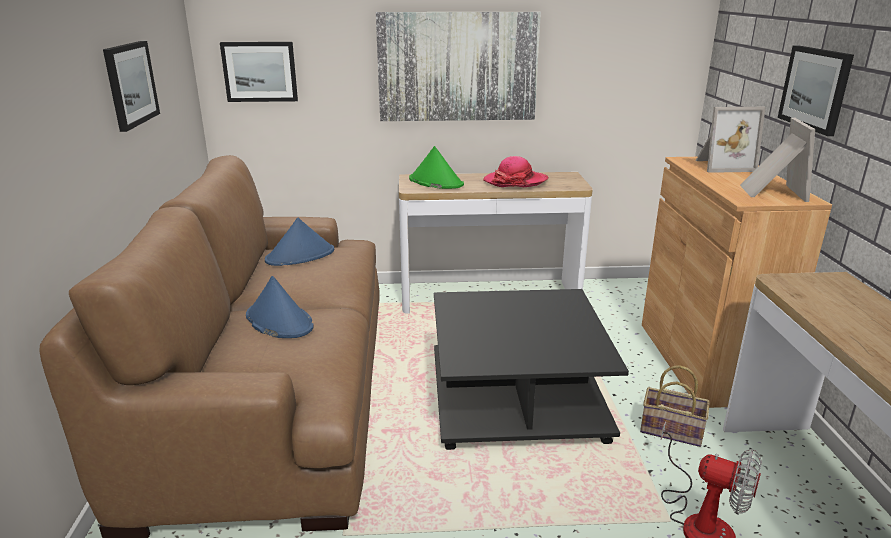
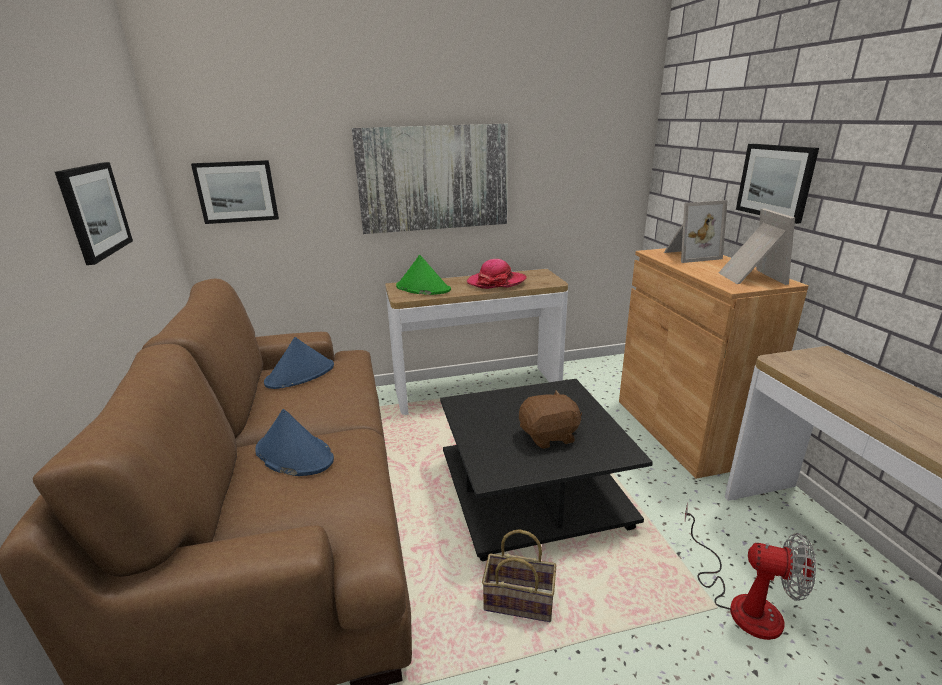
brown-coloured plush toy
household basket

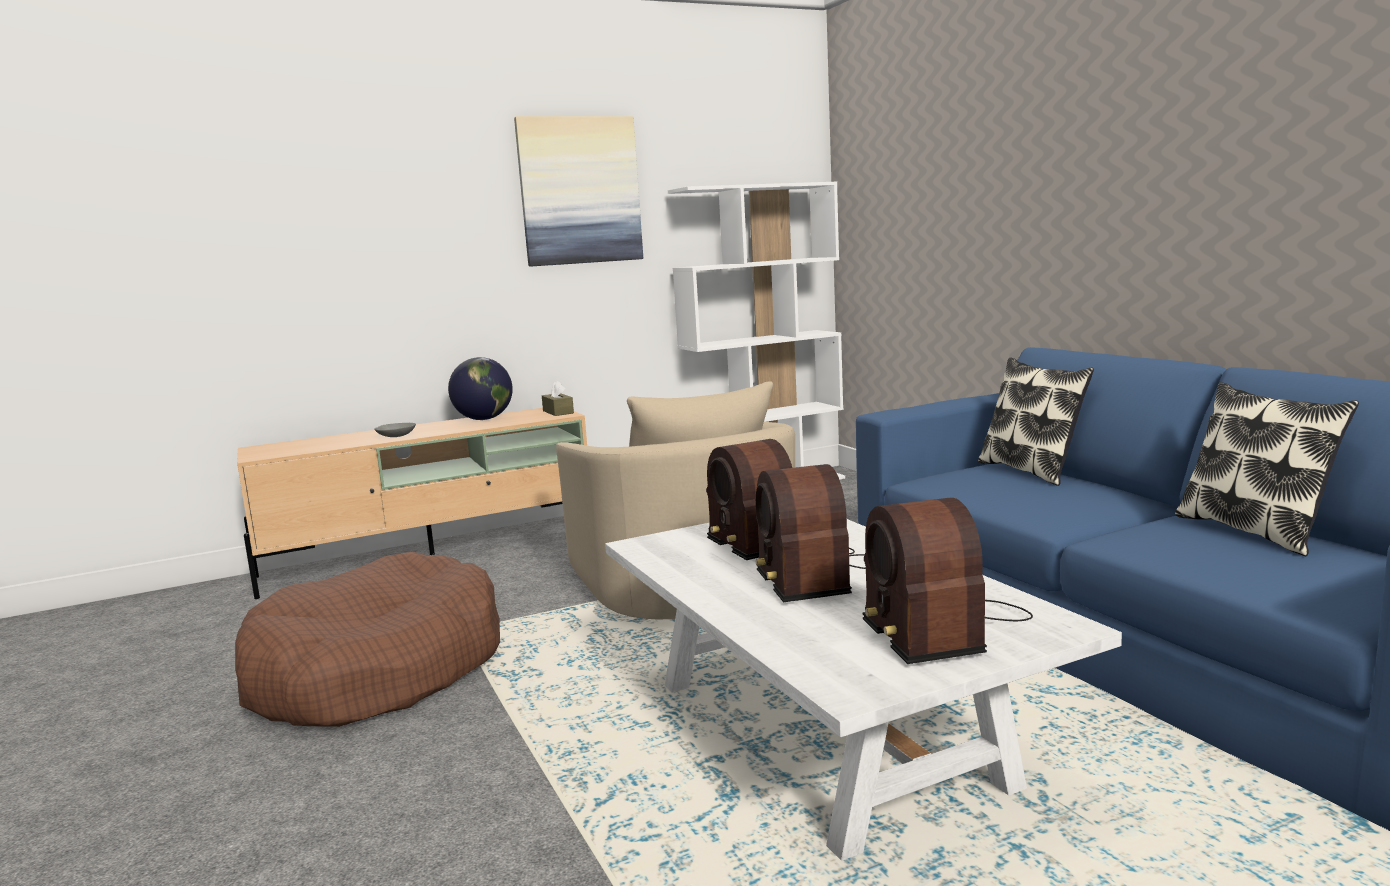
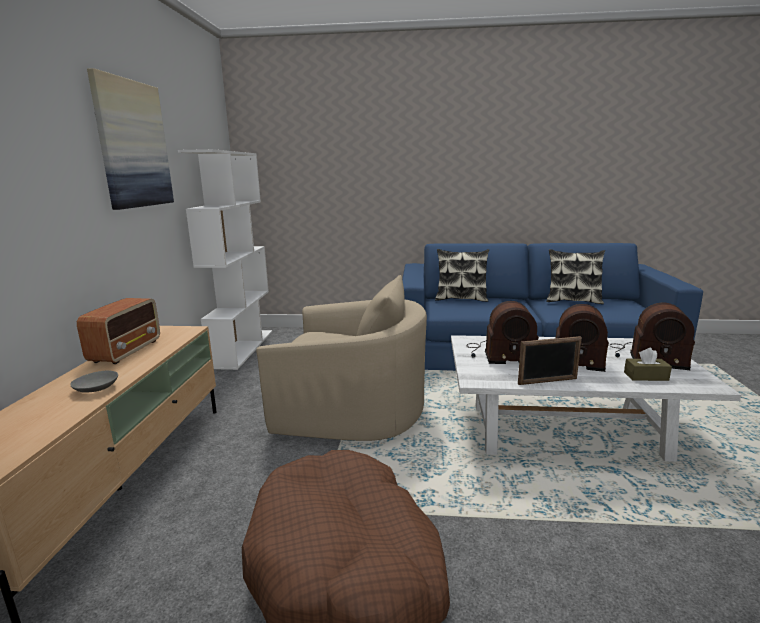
picture frame
brown-coloured tissue holder
radio set (1st from left)

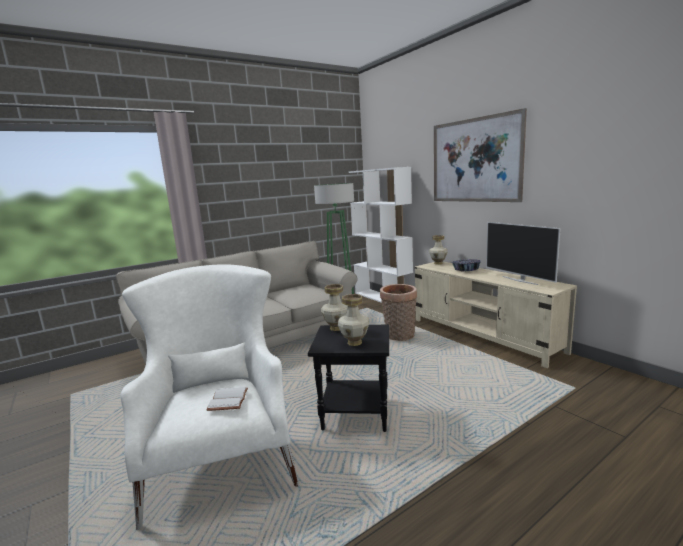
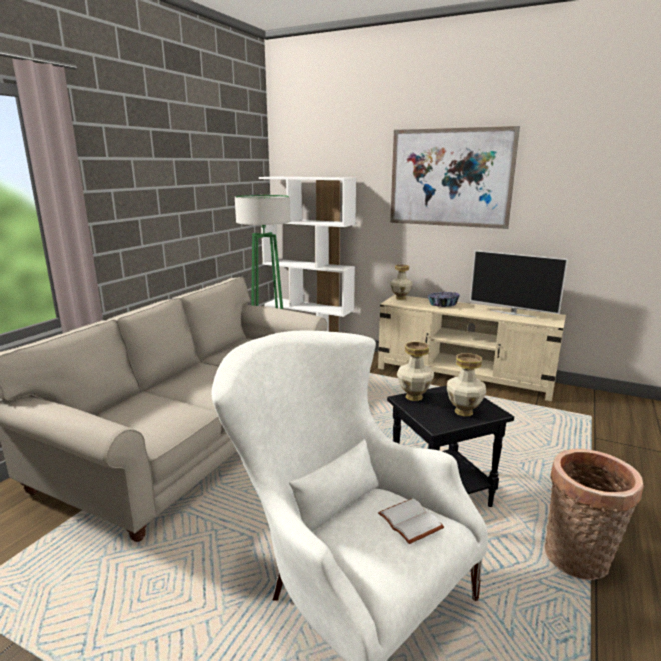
household basket

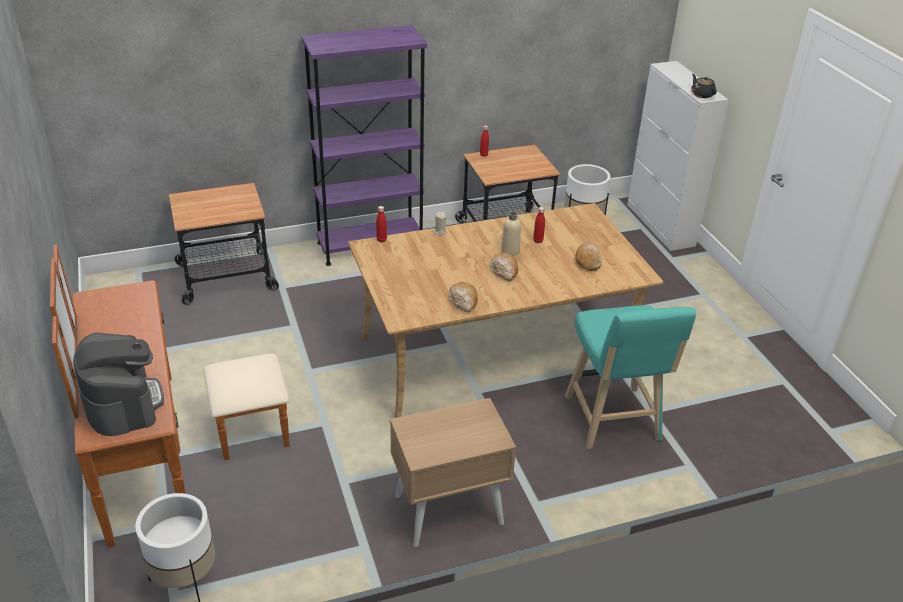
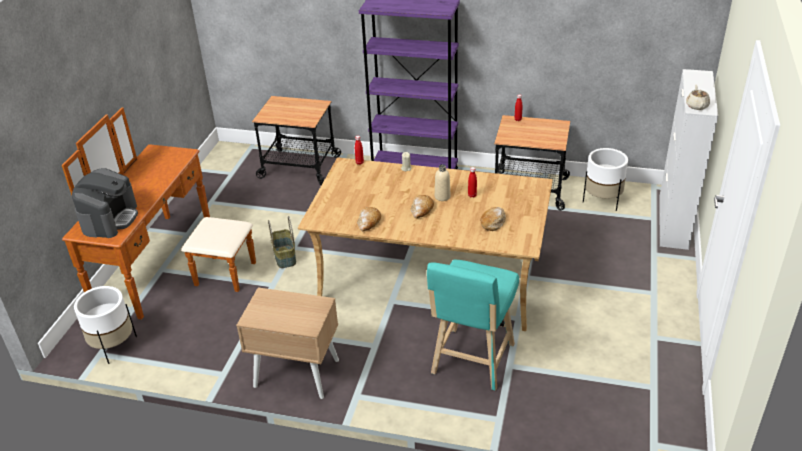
household basket
sand-coloured pot for tea

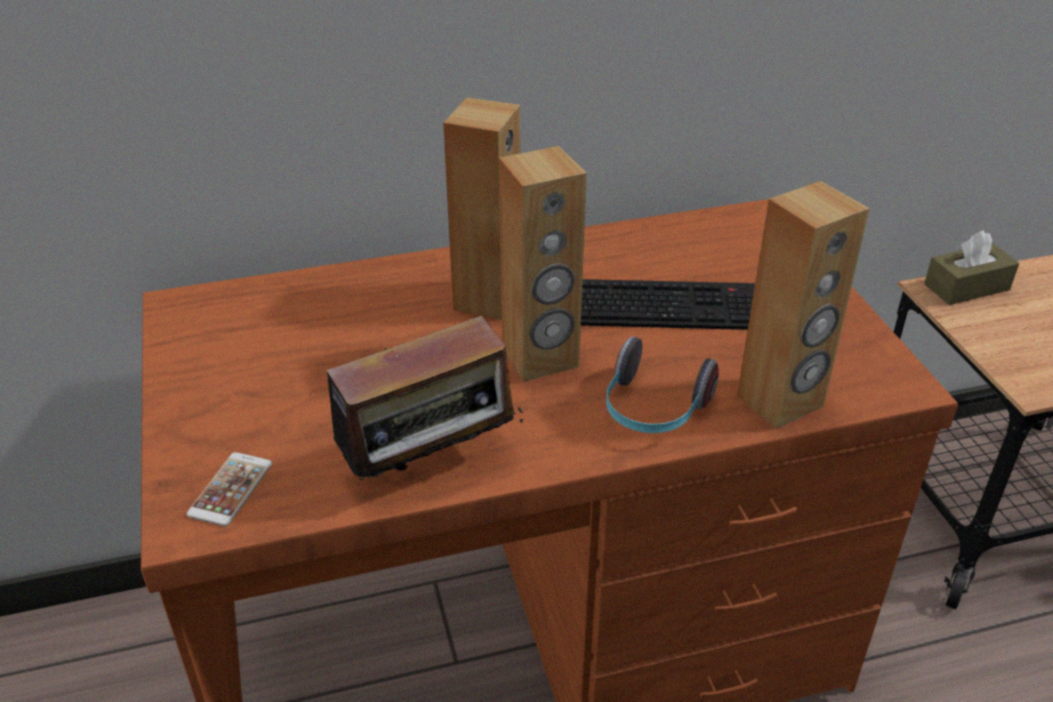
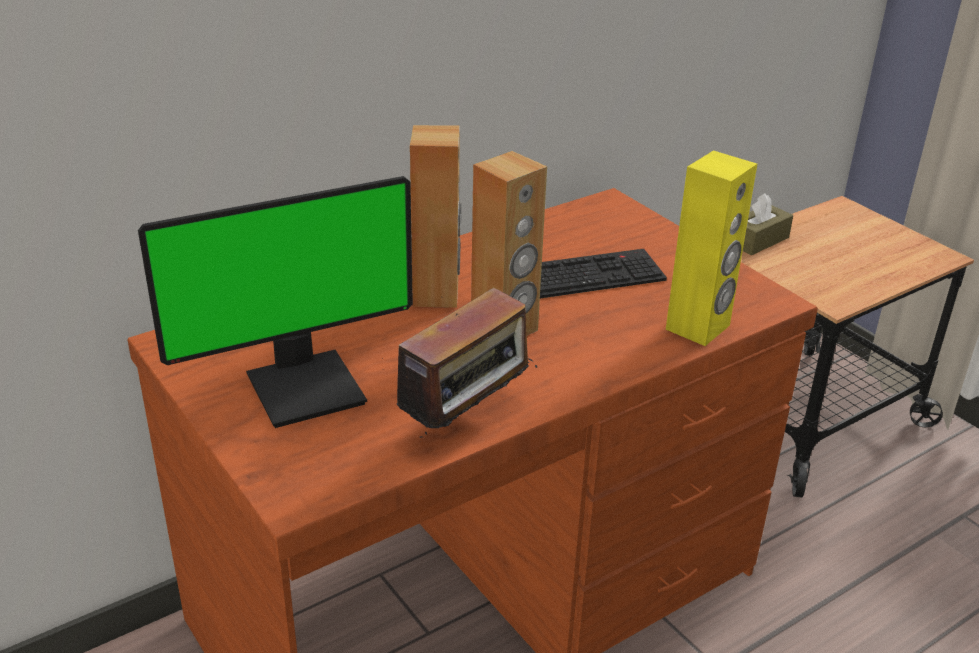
handset
headset
computer display
yellowish speaker

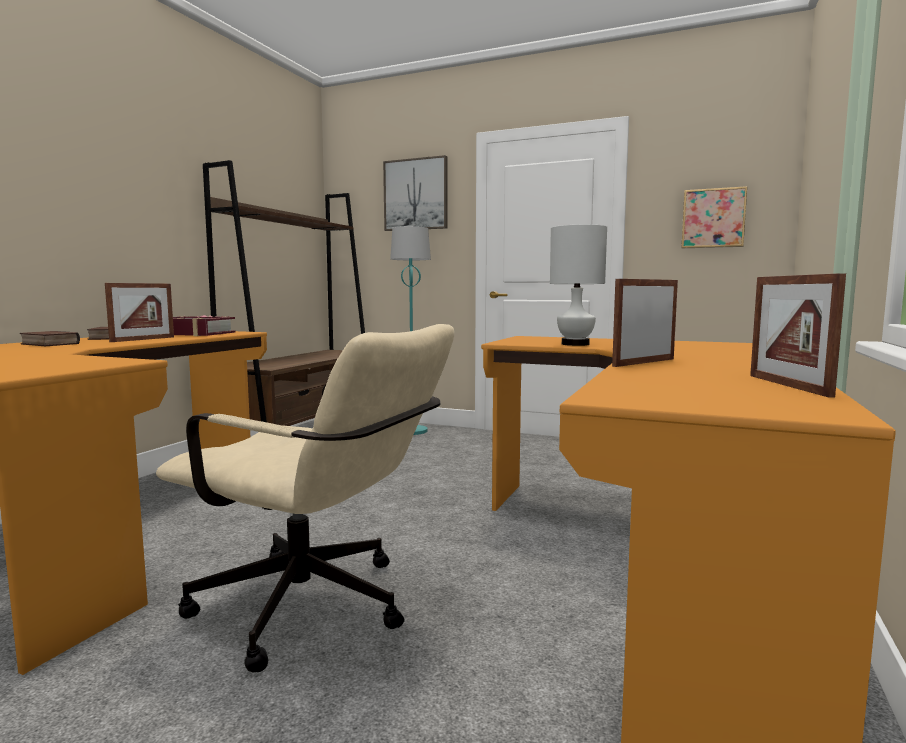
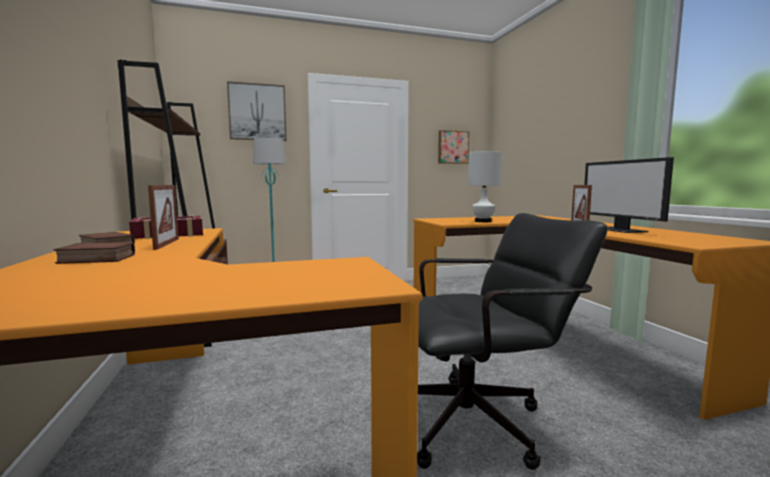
picture frame (3rd from left in the first image)
computer display
black-coloured office chair

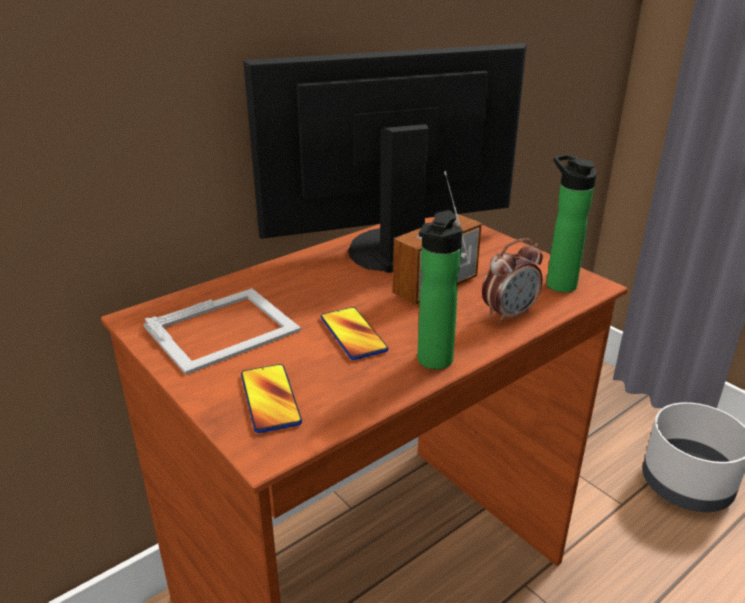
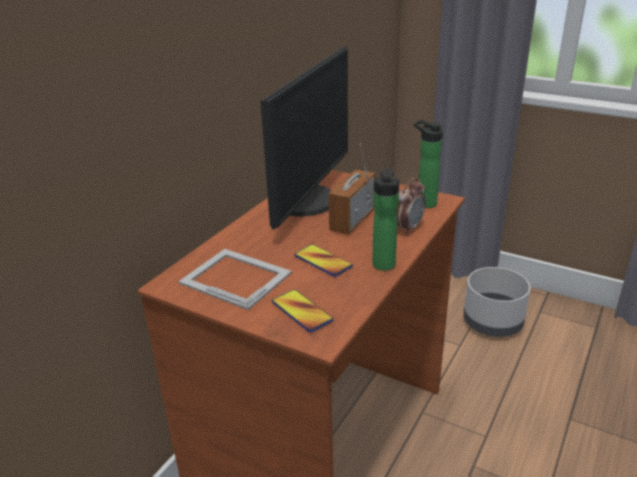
picture frame
computer display

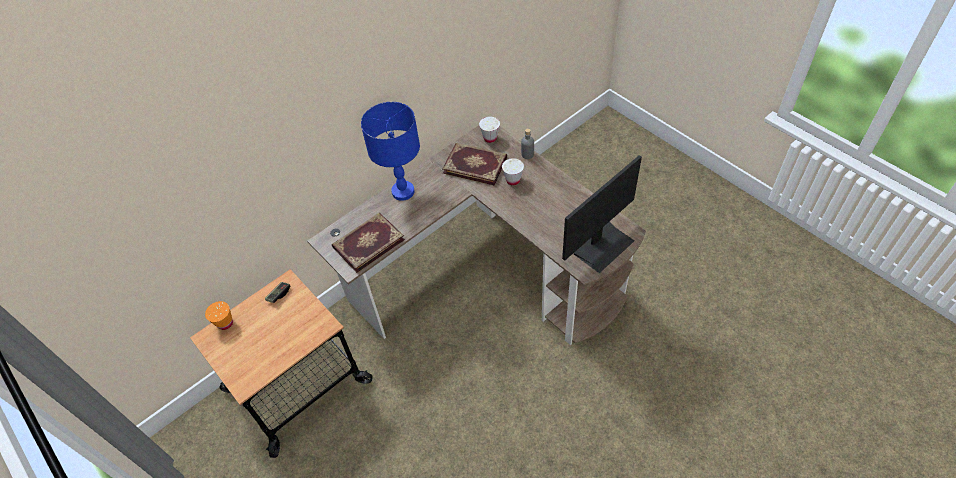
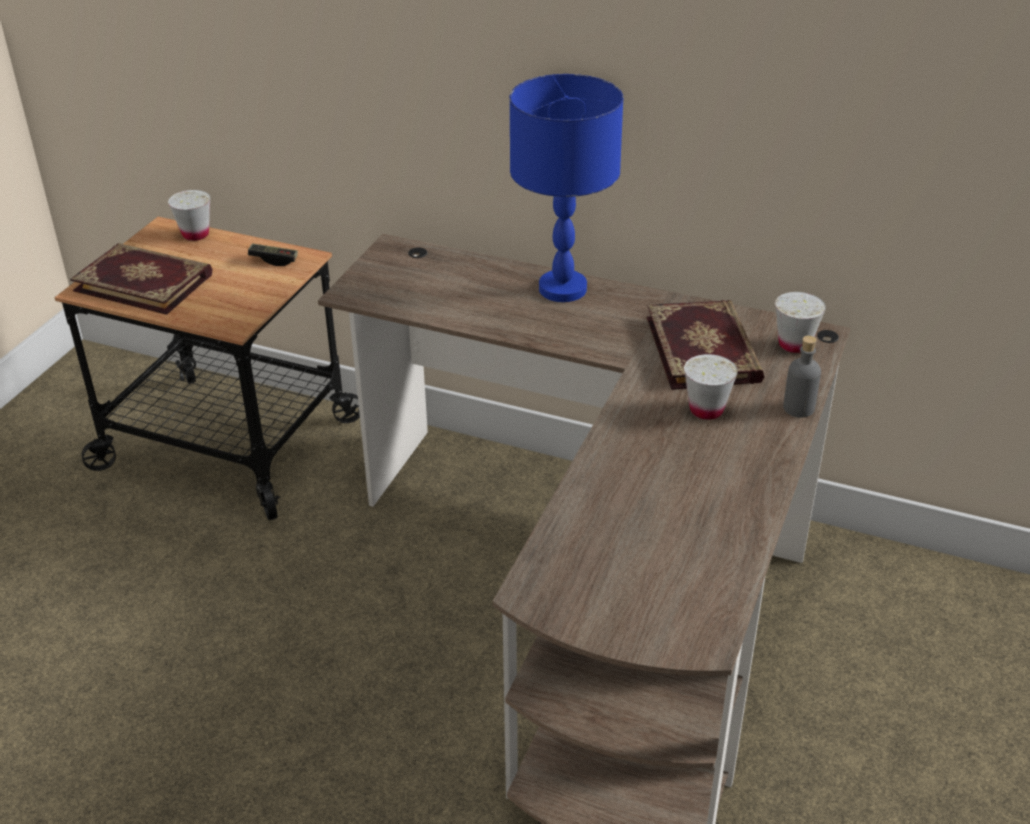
computer display
volume (1st from left)
white cup (1st from left)

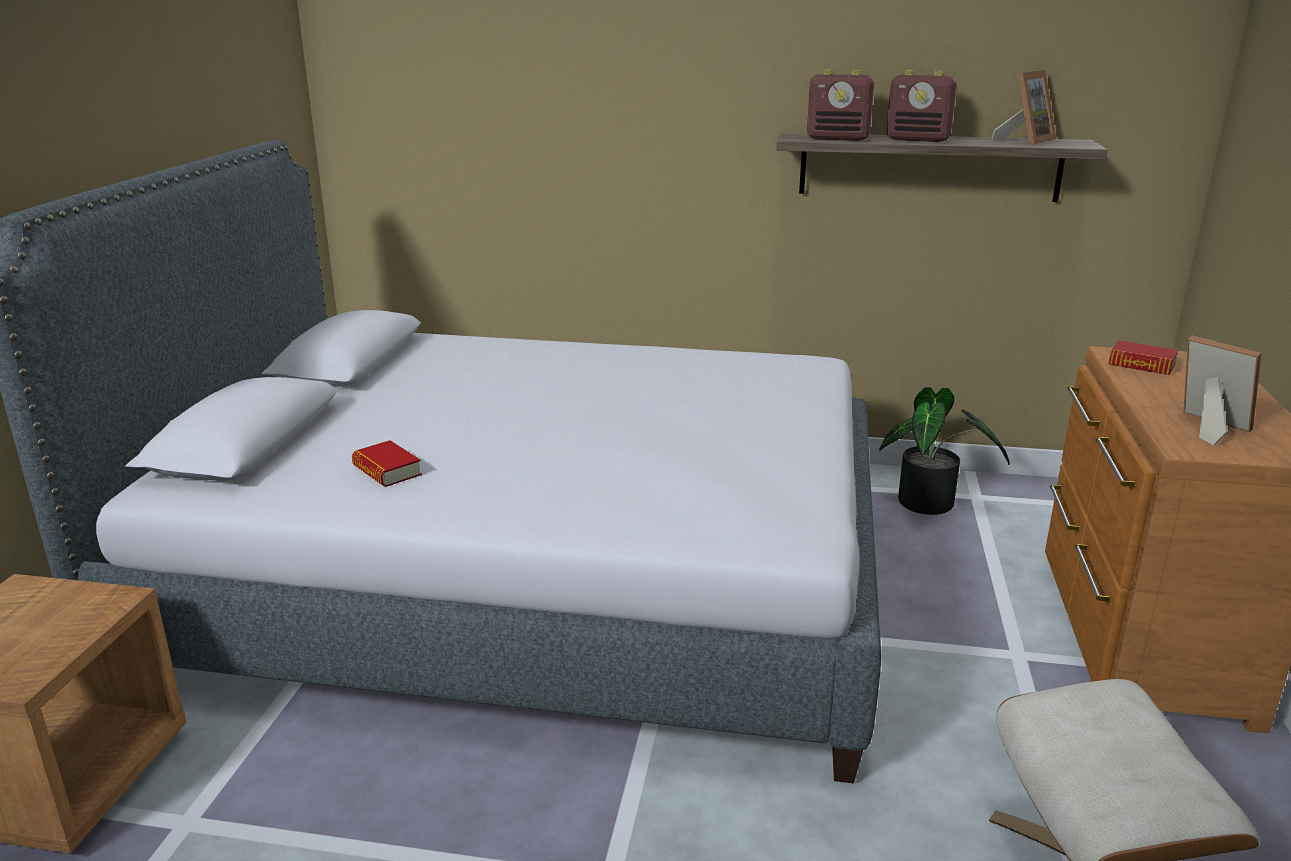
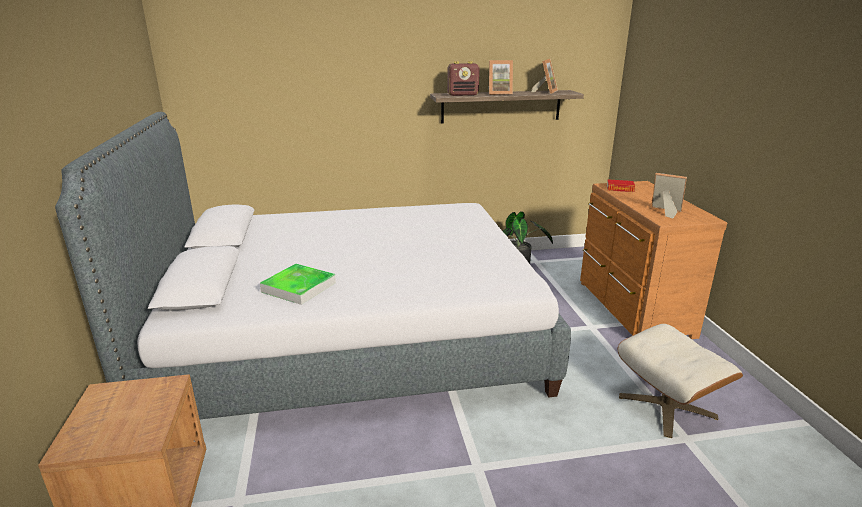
carrying tray
picture frame (1st from left)

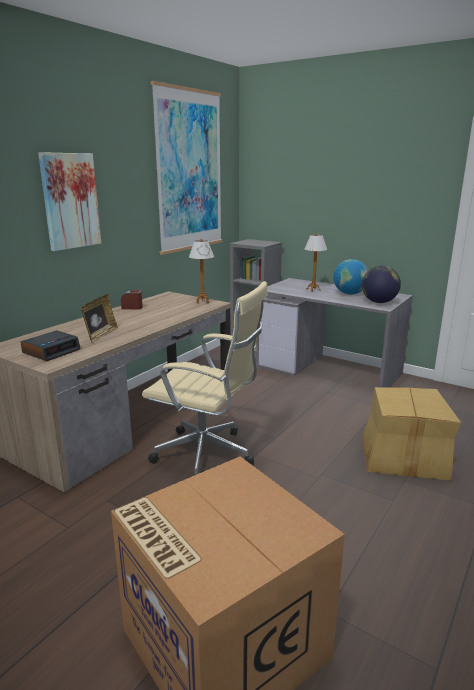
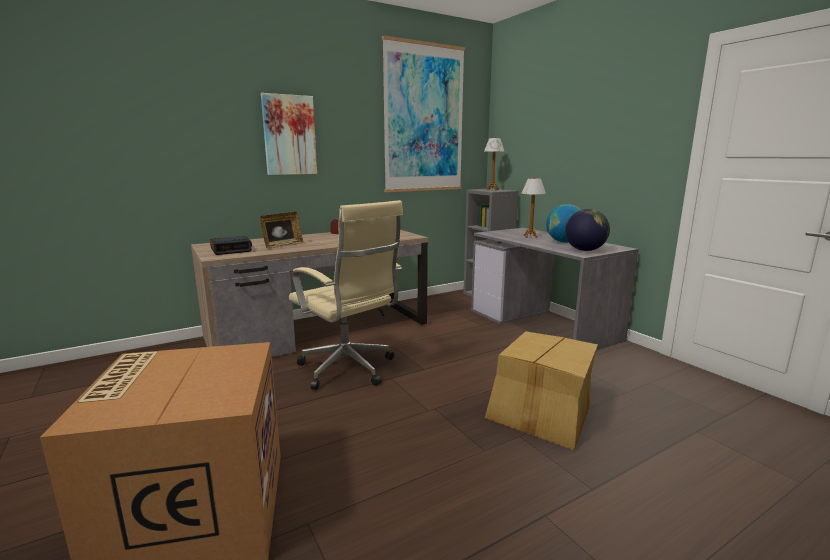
tabletop lamp (1st from left)

